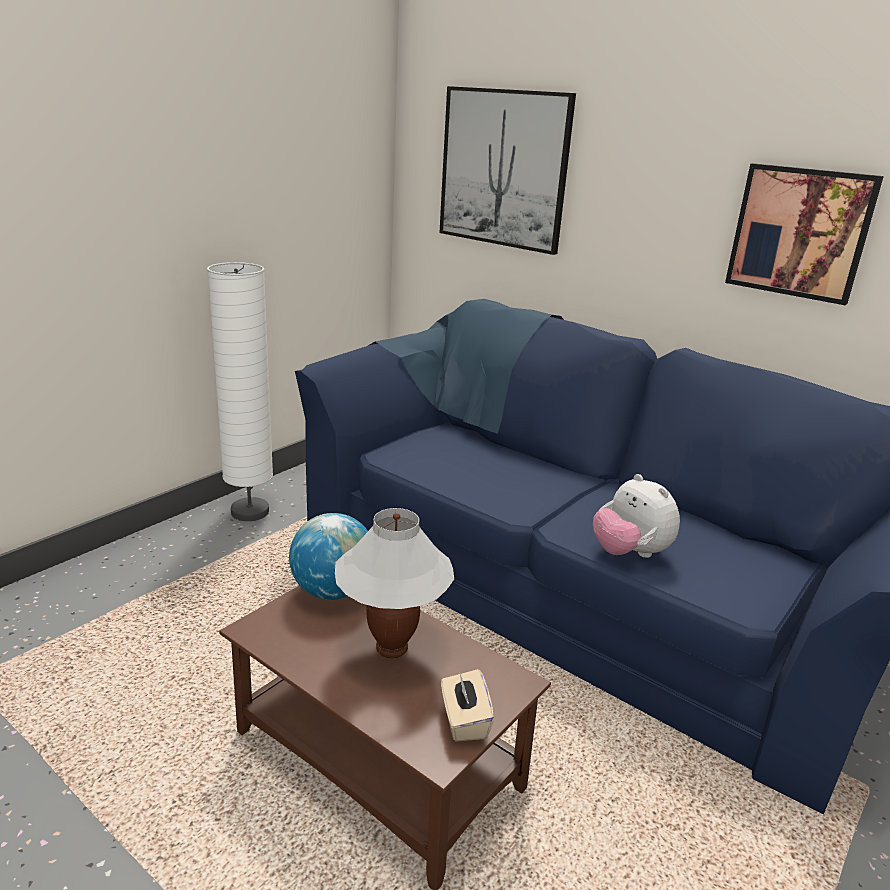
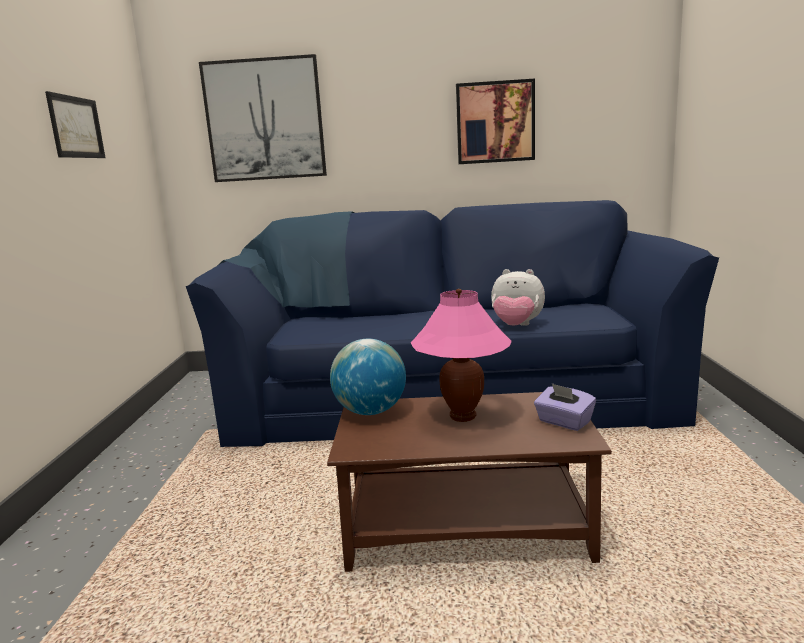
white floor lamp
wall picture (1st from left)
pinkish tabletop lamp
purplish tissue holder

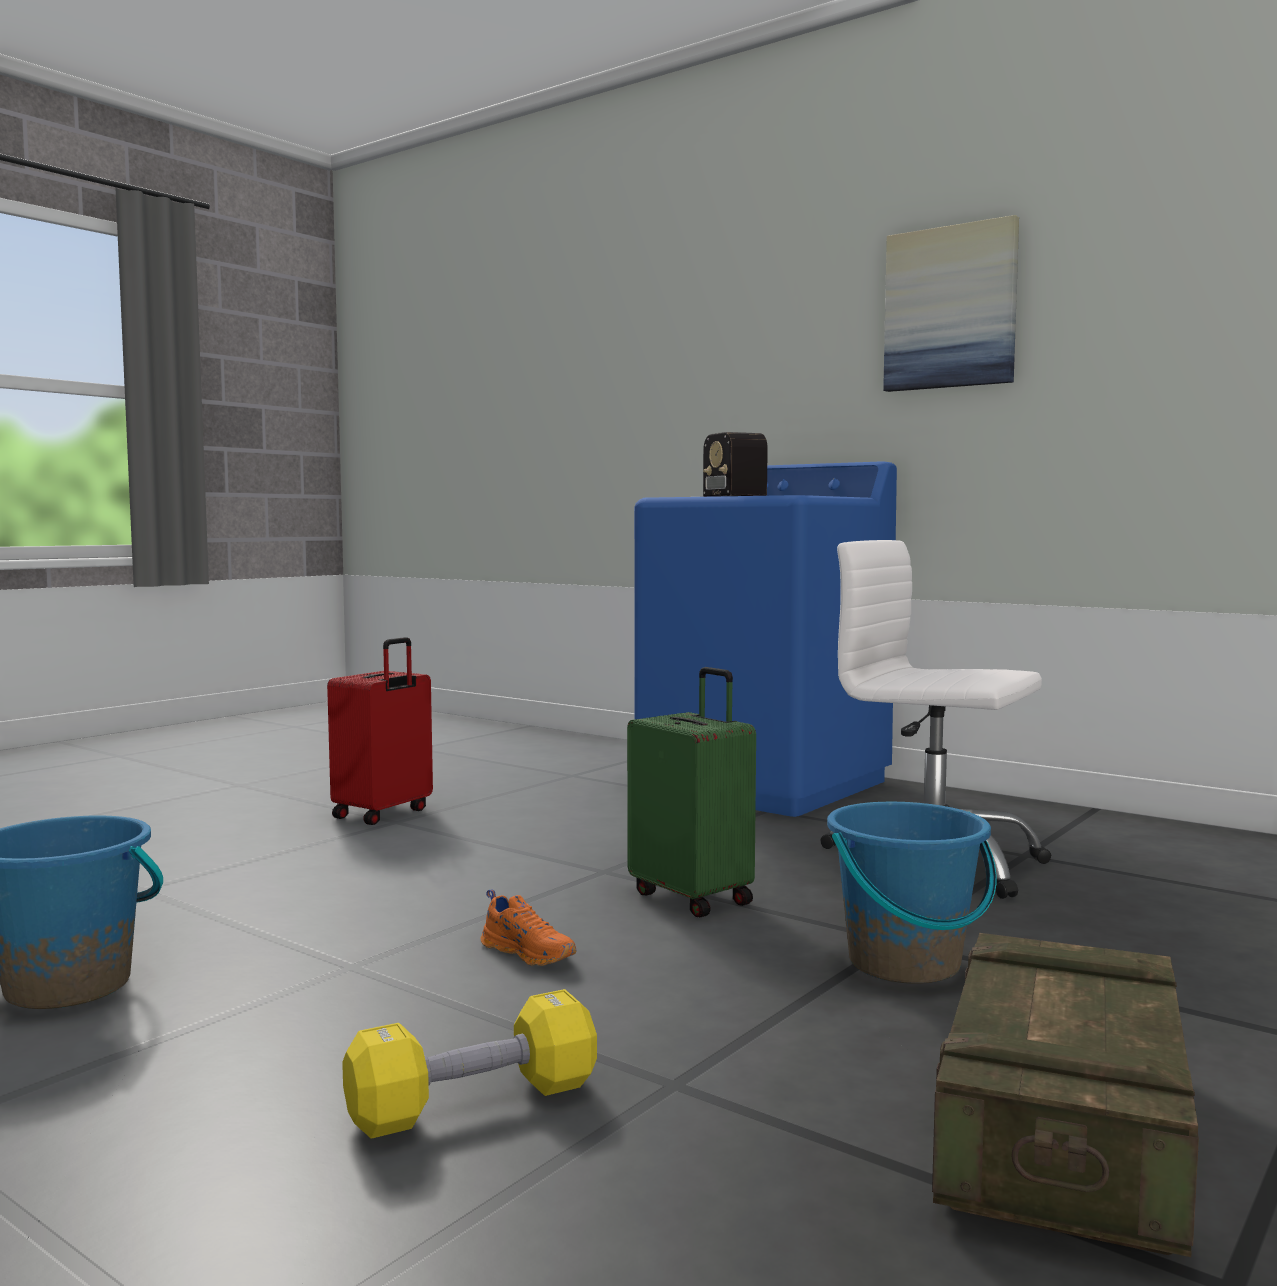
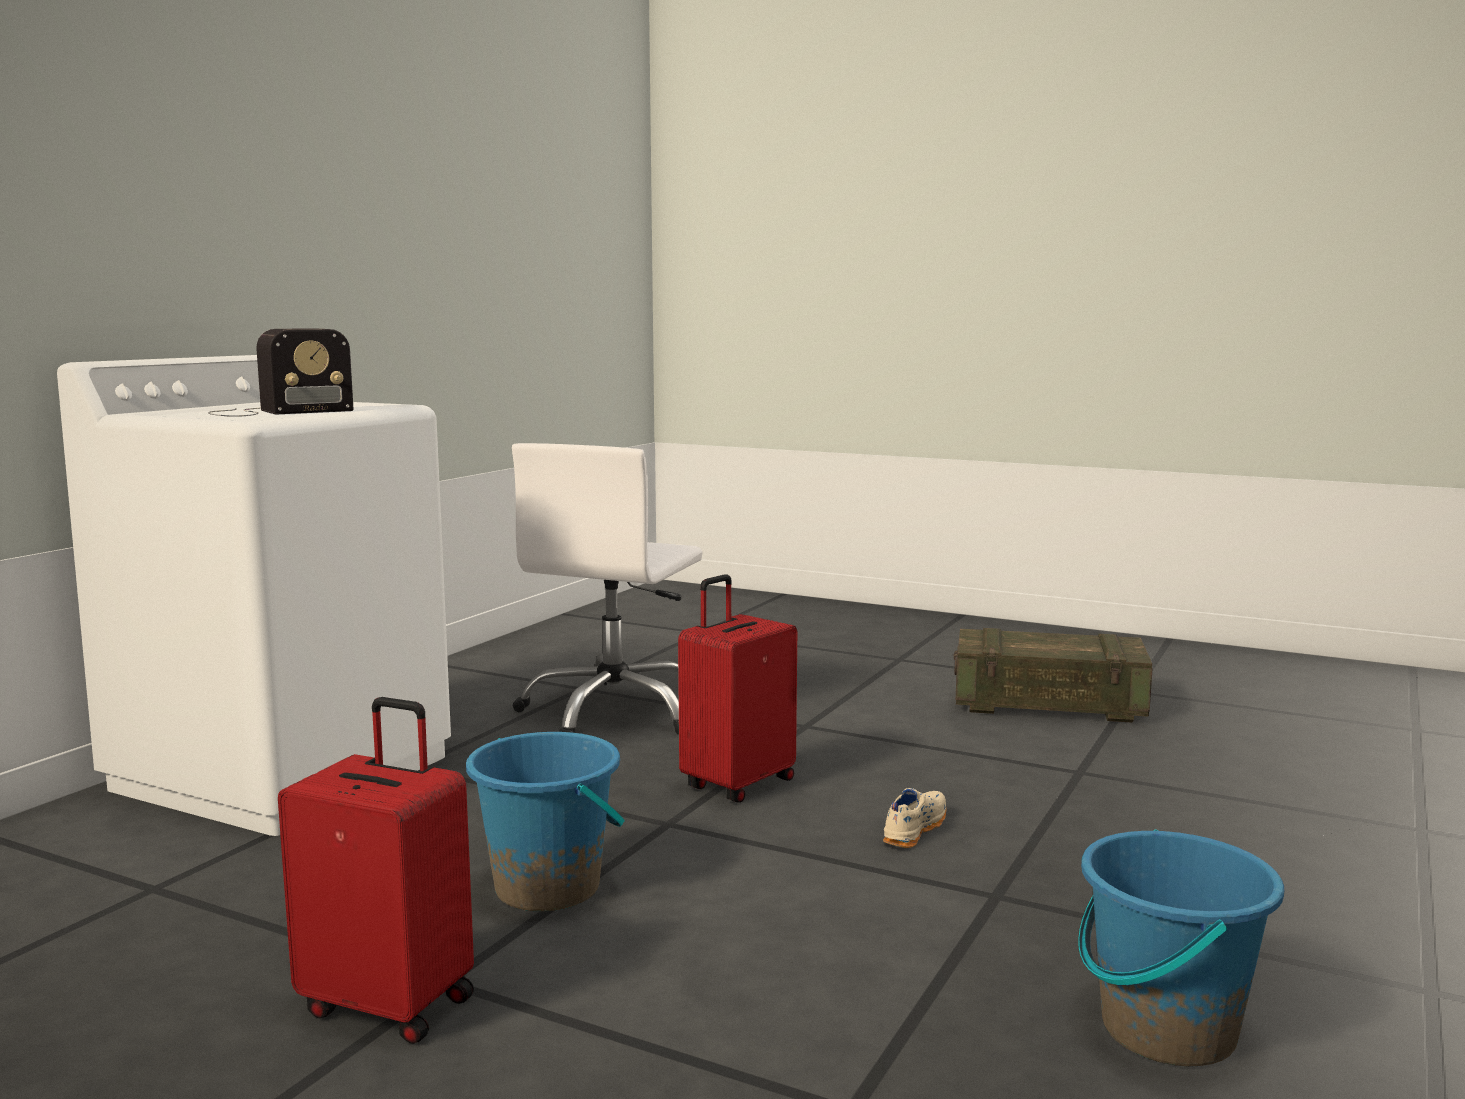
yellowish free weight
wall picture
blue bucket (1st from left)
sand-coloured low shoe
red-coloured travel case (2nd from left)
white laundry machine

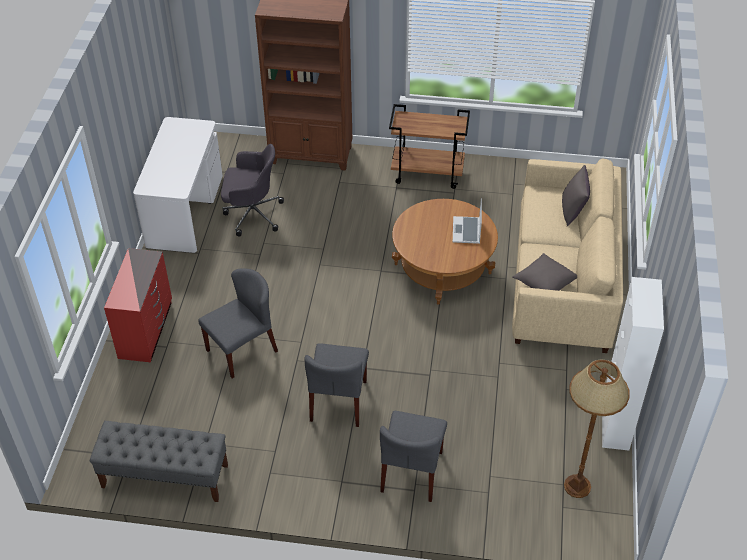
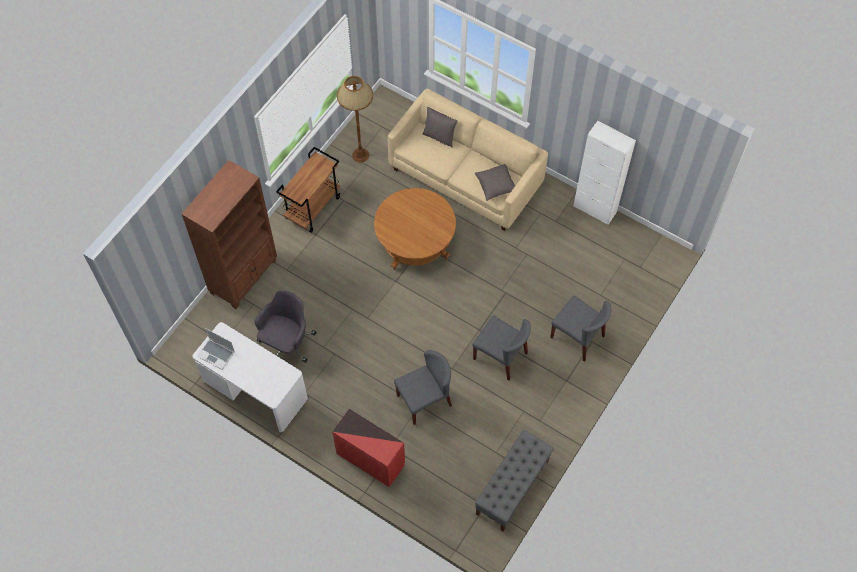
portable computer
brown-coloured floor lamp
grey plain chair (1st from left)

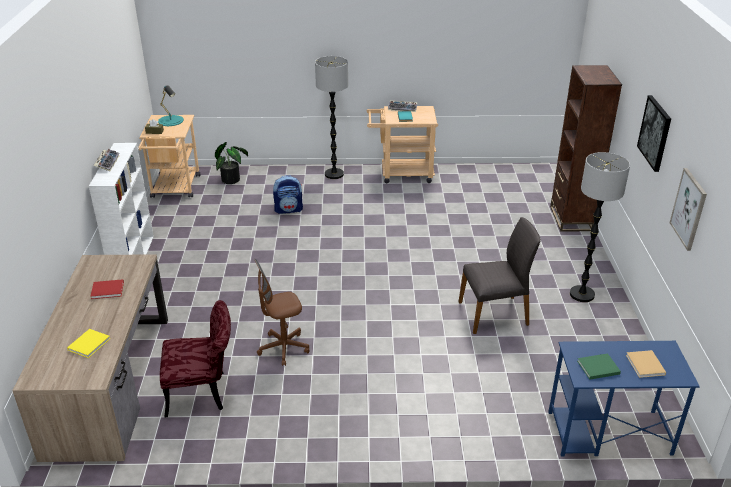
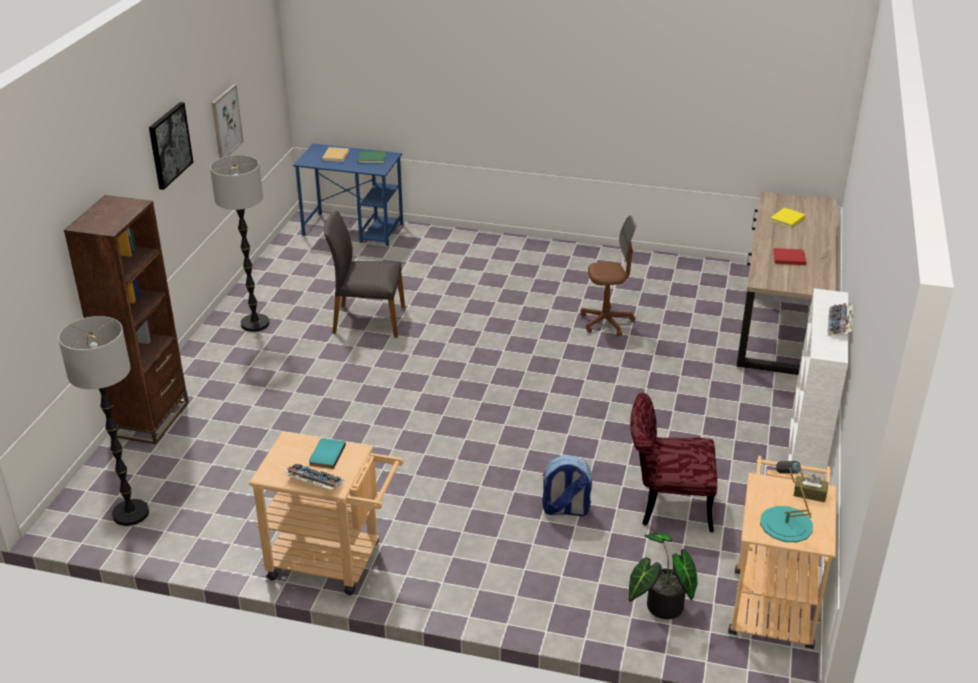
red-coloured plain chair
floor lamp (1st from left)

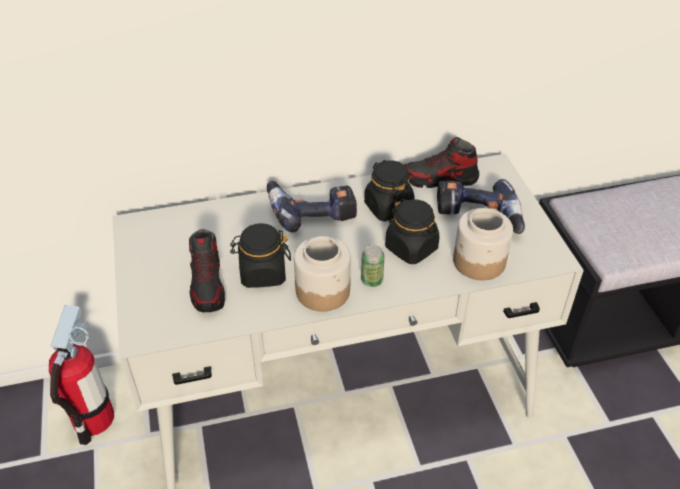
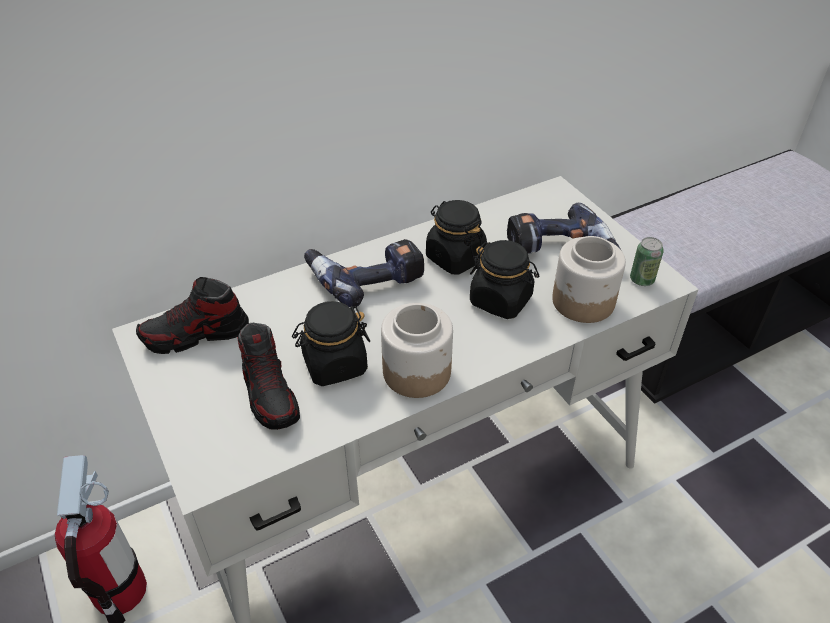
sealed can
low shoe (1st from left)

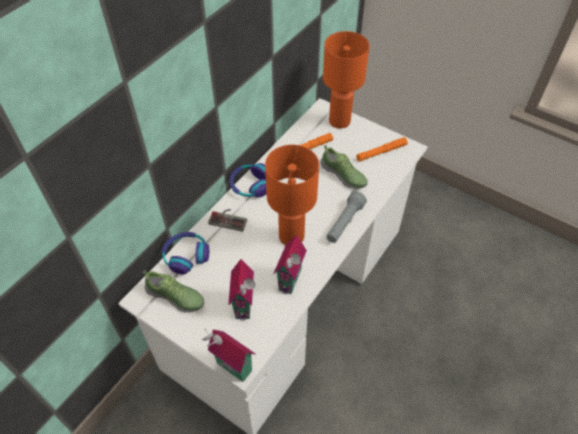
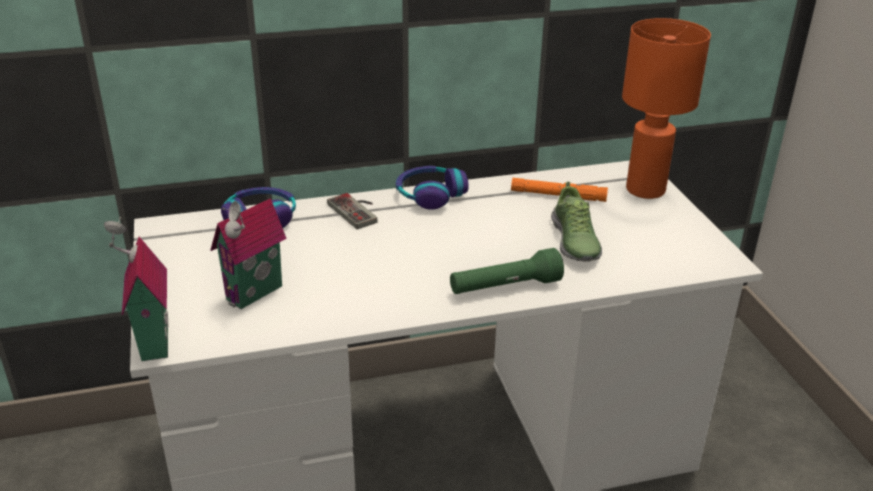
low shoe (1st from left in the first image)
orange tabletop lamp (1st from left in the first image)
miniature house (3rd from left in the first image)
orange torch (2nd from left in the first image)
green-coloured torch

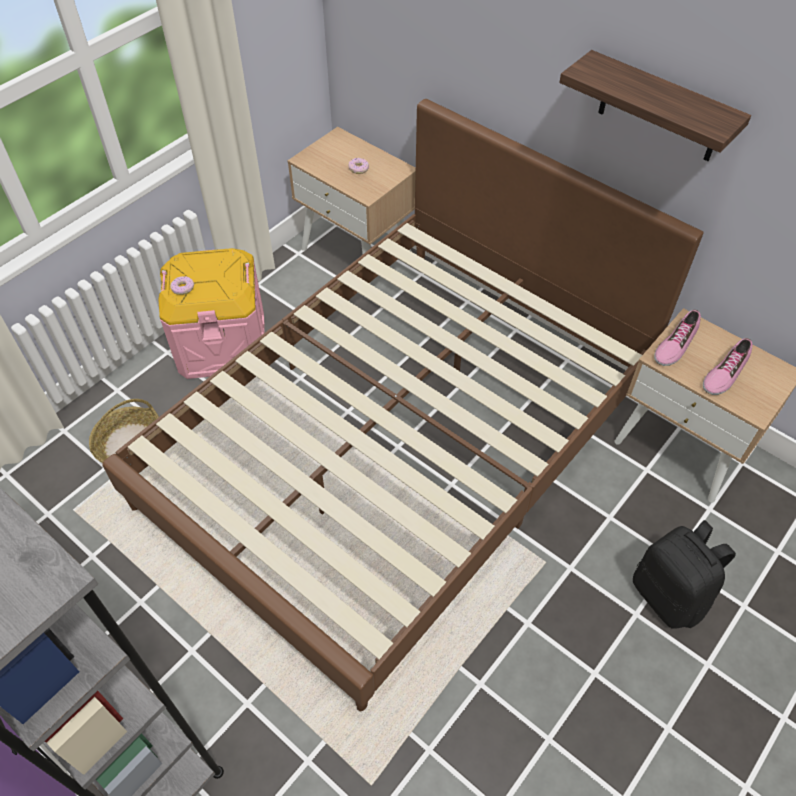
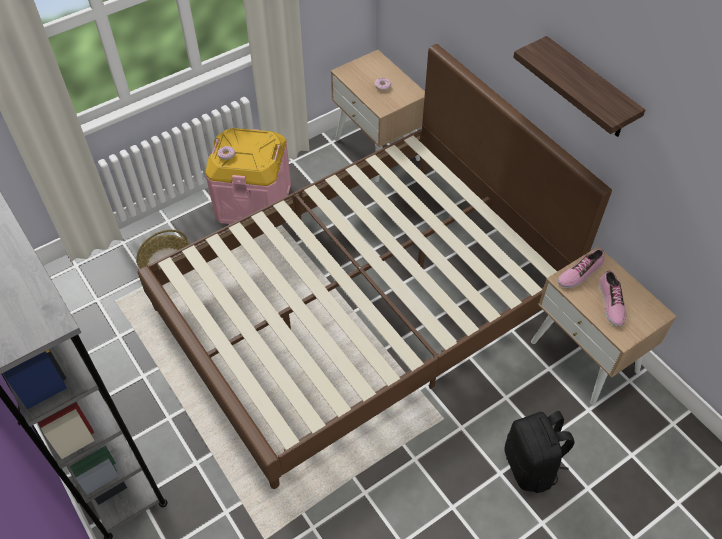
low shoe (2nd from left)

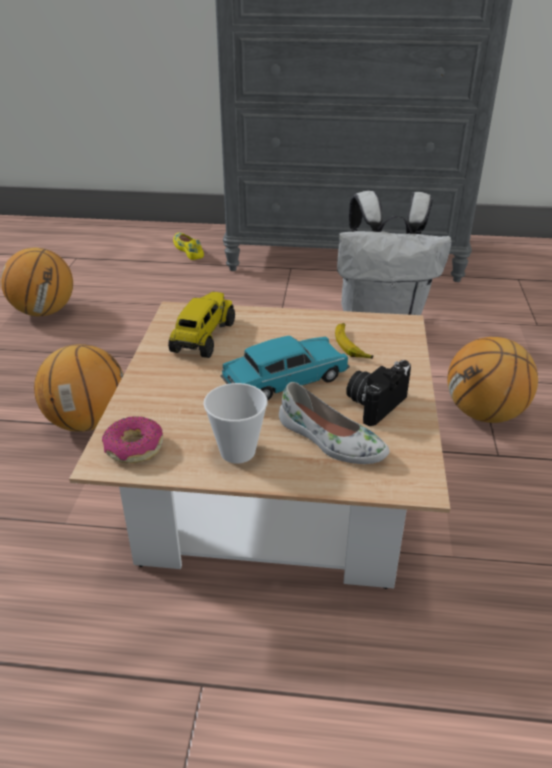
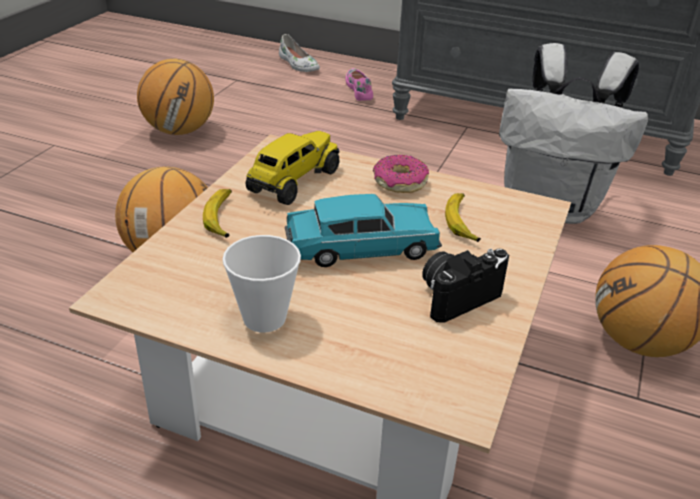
whole banana (1st from left)
ring doughnut
white low shoe
pinkish low shoe

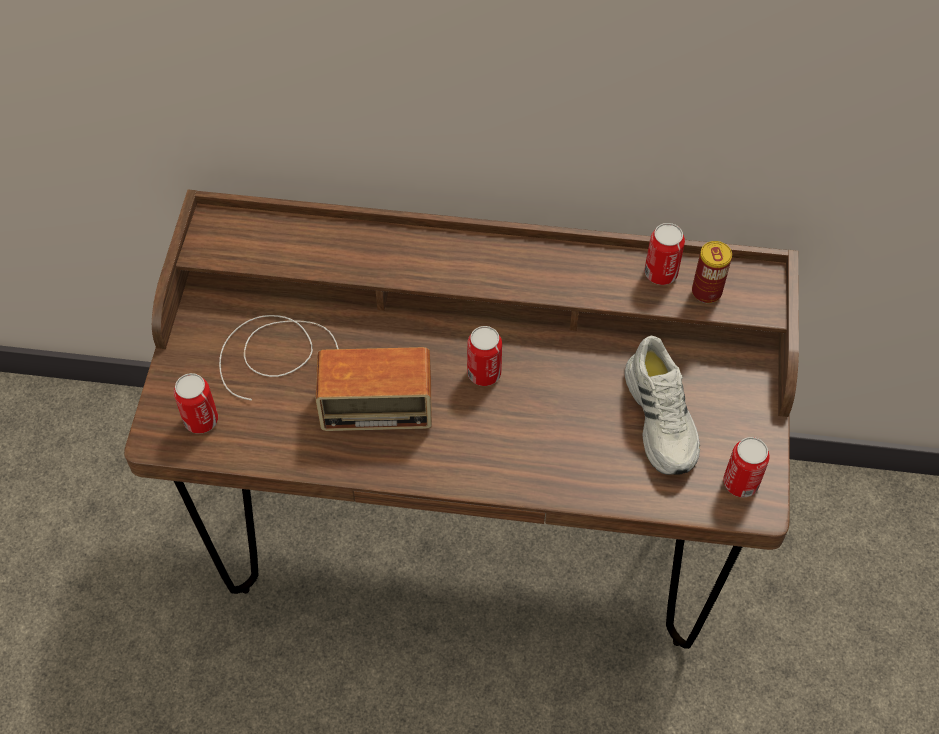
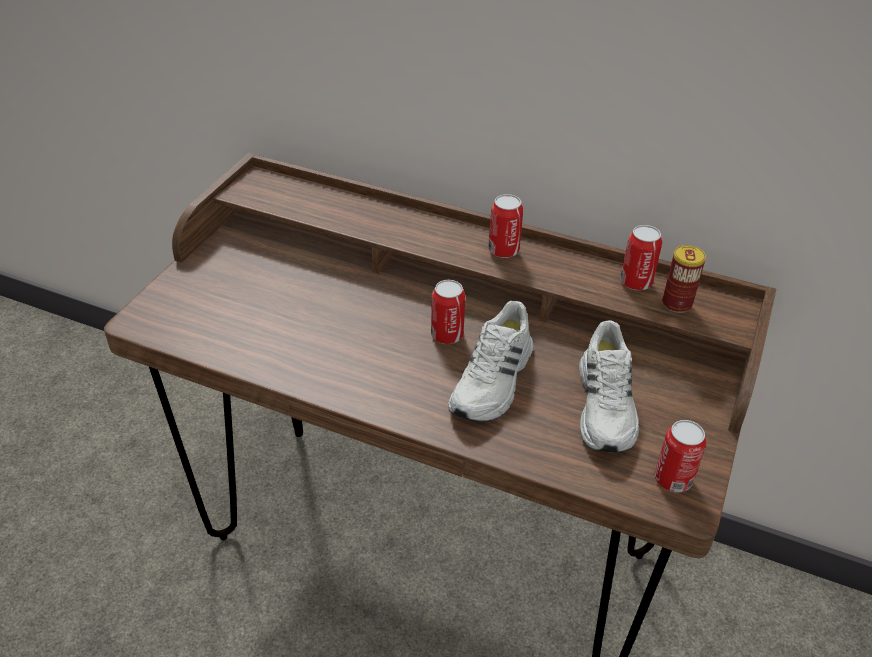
radio set
white low shoe (1st from left)
sealed can (2nd from left)

